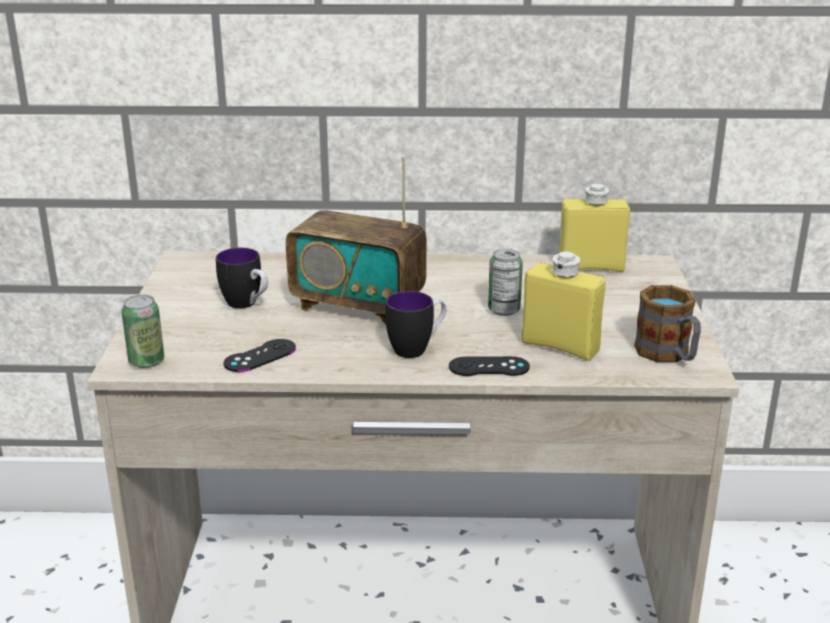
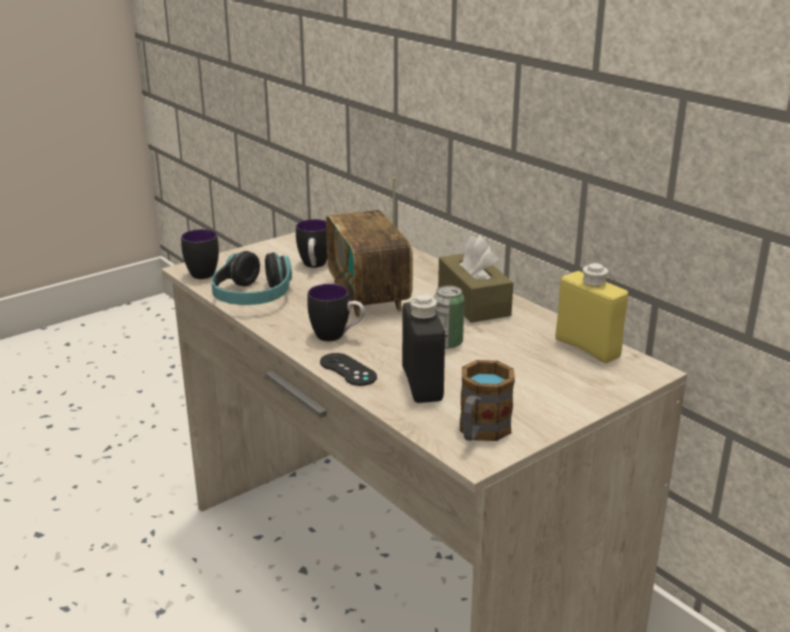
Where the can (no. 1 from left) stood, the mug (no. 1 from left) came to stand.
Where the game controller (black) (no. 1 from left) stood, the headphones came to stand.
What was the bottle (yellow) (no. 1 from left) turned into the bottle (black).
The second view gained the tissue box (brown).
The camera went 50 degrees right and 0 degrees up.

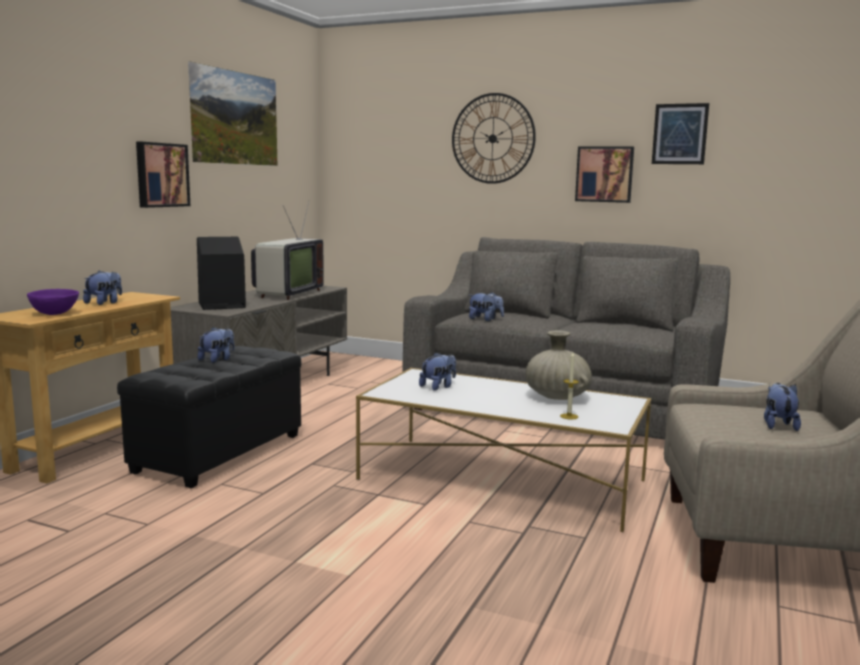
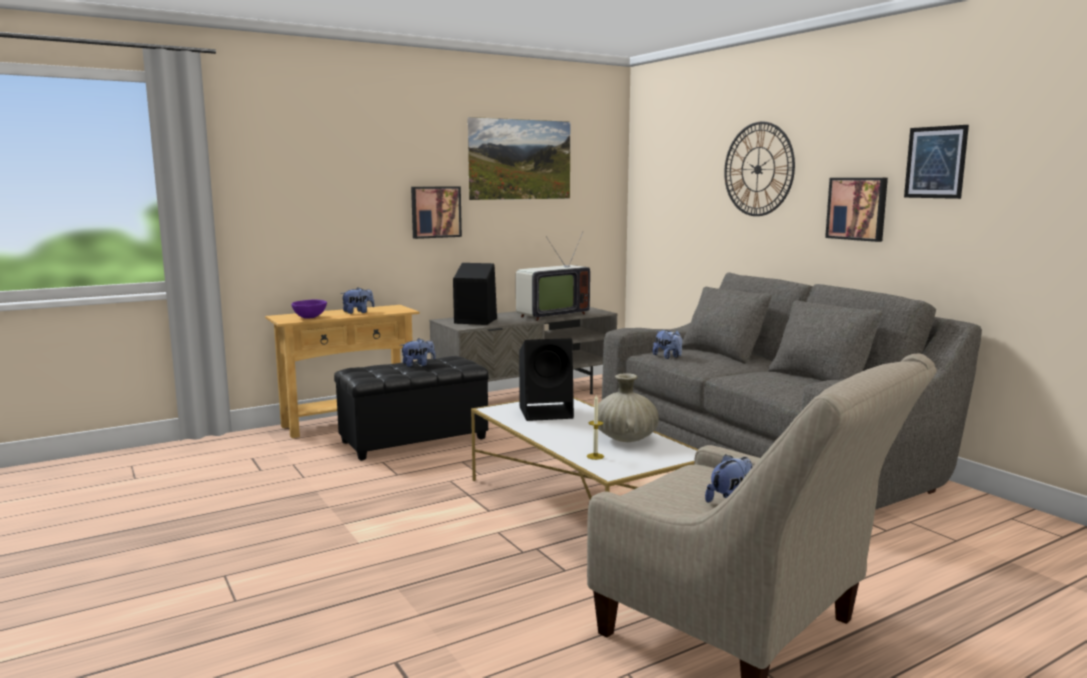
Where the plush toy (no. 3 from left) stood, the speaker (black) (no. 2 from left) came to stand.
The camera went 35 degrees right and 0 degrees up.

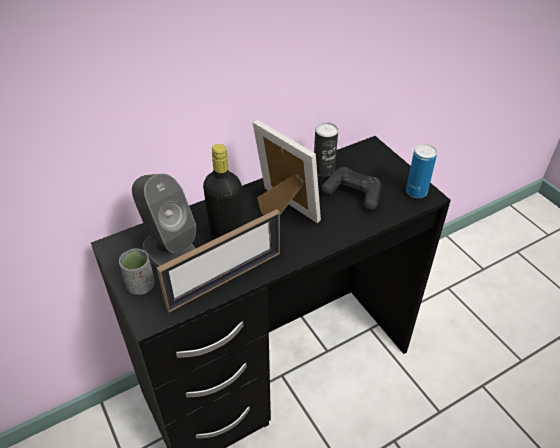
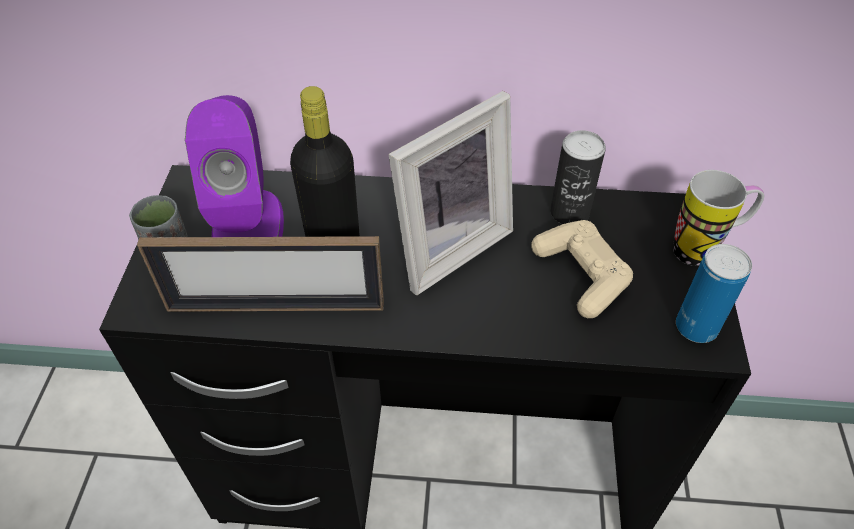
What was the speaker (grey) turned into the speaker (purple).
The picture frame (no. 2 from left) ended up facing another way, 60 degrees clockwise from before.
What was the game controller (black) turned into the game controller (beige).
The second view gained the mug.
The camera went 35 degrees right and 5 degrees up.

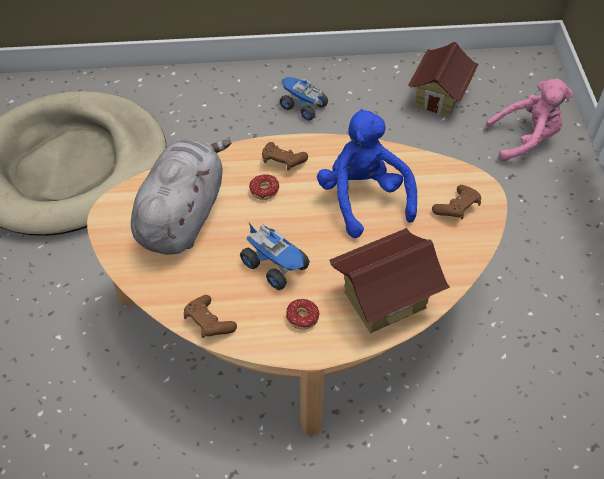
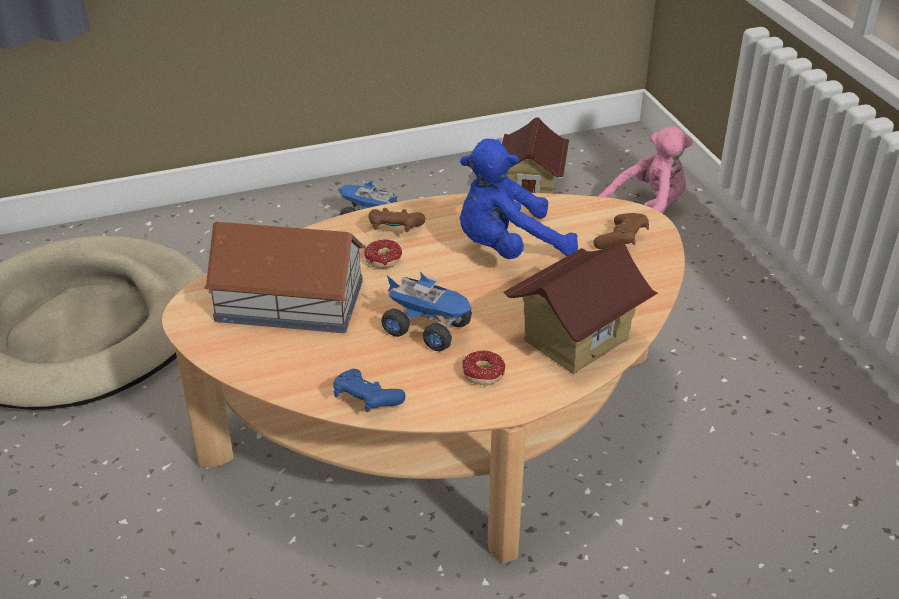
Where the plush toy (grey) stood, the toy house (no. 1 from left) came to stand.
What was the game controller (brown) (no. 1 from left) turned into the game controller (blue).
The plush toy (blue) ended up facing another way, 75 degrees counterclockwise from before.
The camera went 15 degrees left and 15 degrees down.

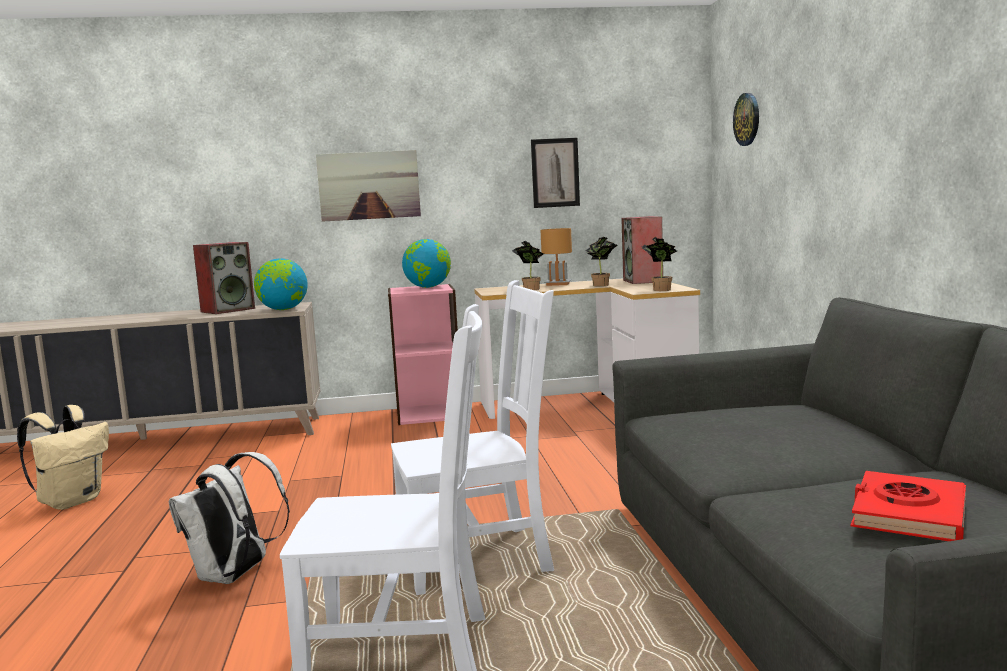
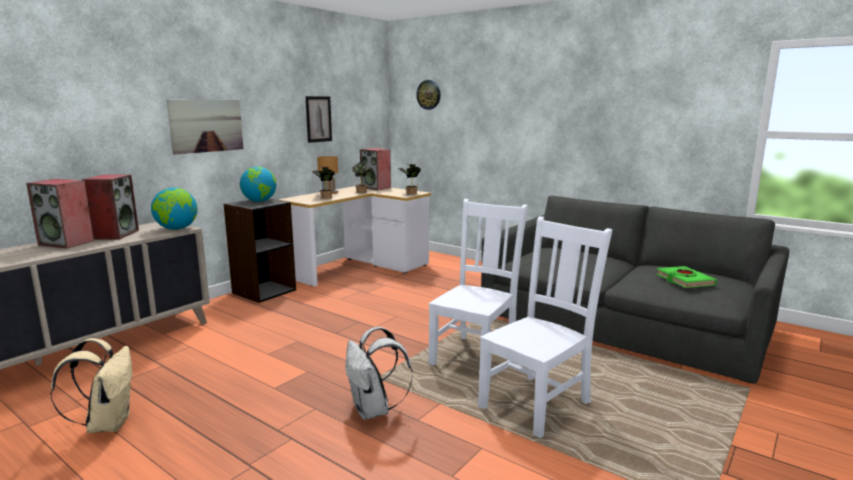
What was the bookcase (pink) turned into the bookcase (black).
What was the book (red) turned into the book (green).
The second view gained the speaker (no. 1 from left).
The camera went 45 degrees left and 5 degrees up.

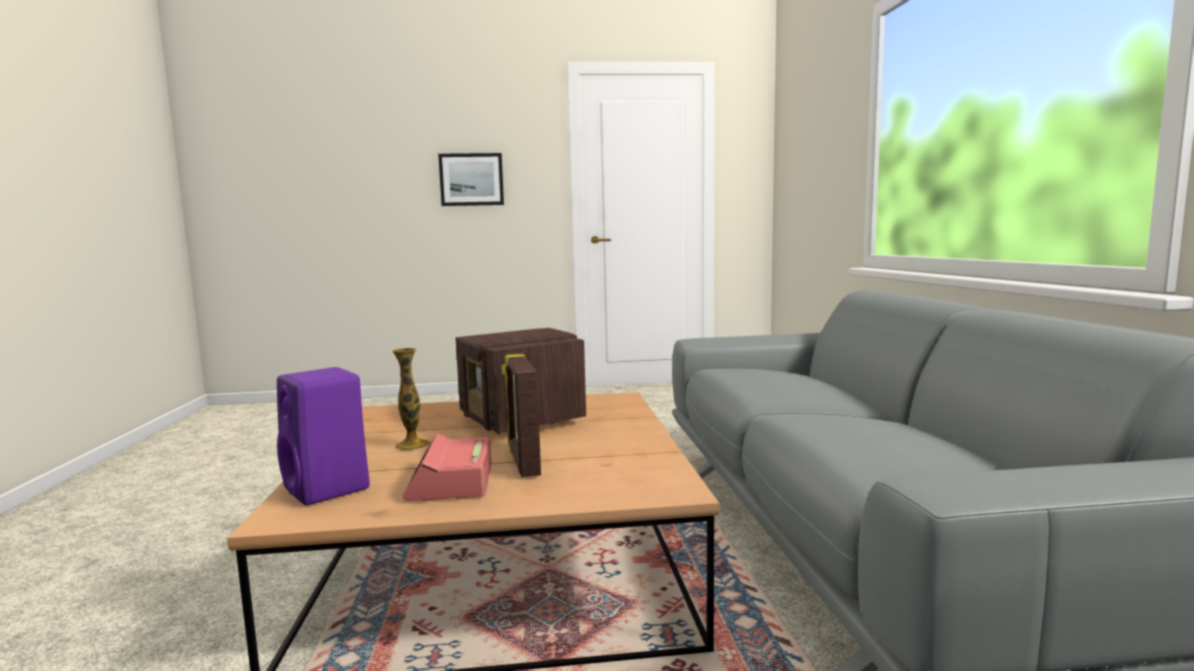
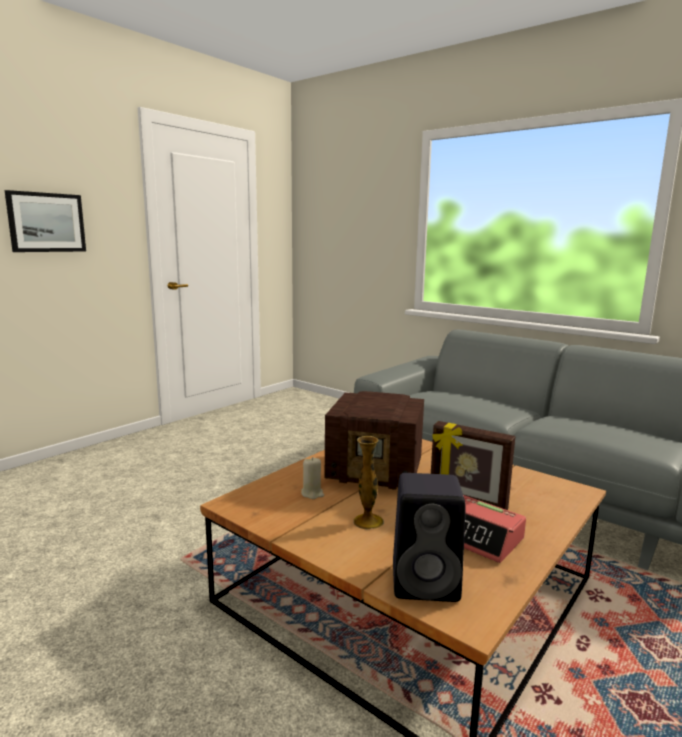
What was the speaker (purple) turned into the speaker (black).
The second view gained the candle (beige).
The camera went 45 degrees left and 5 degrees up.

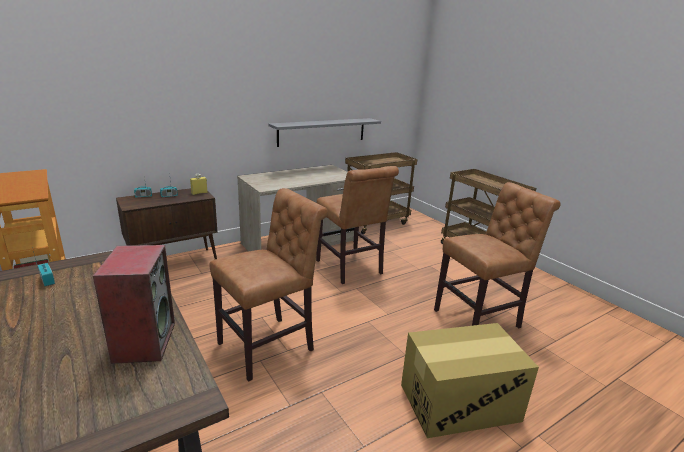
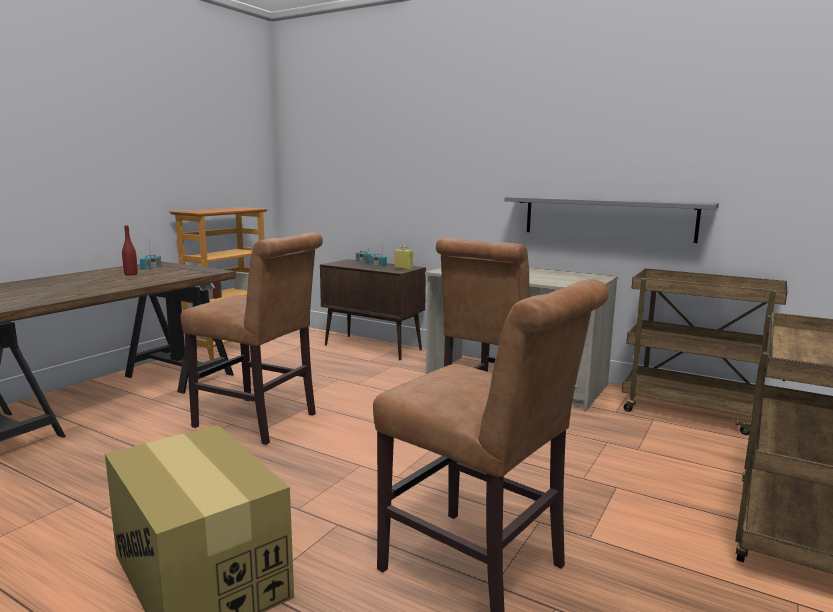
The second view lost the speaker.
The second view gained the bottle (red).
The camera went 65 degrees right and 10 degrees down.

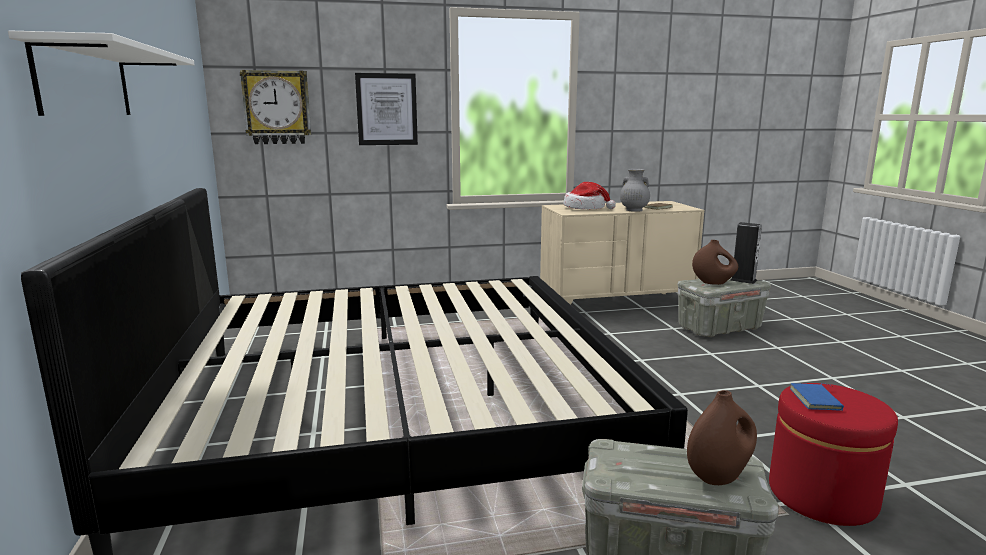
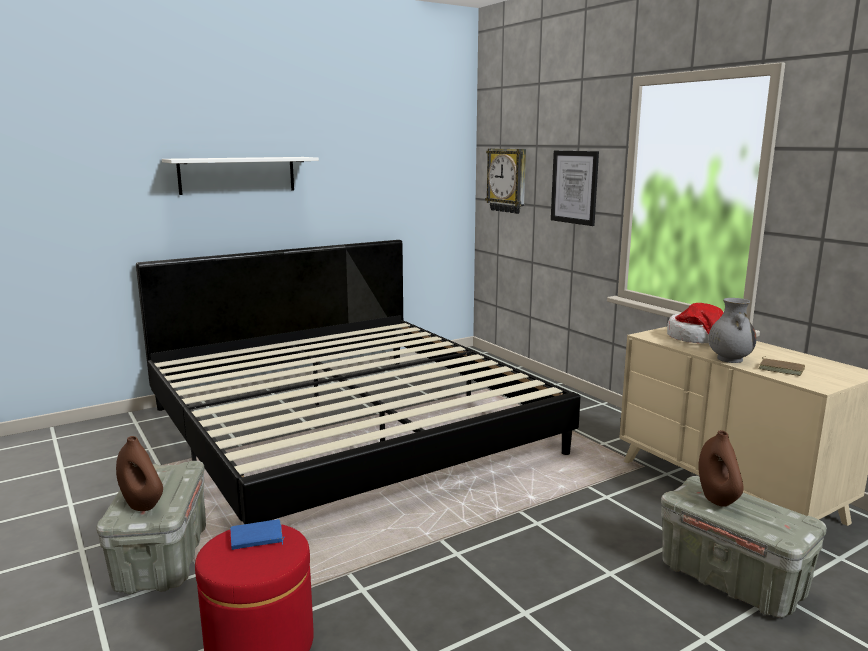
The second view lost the speaker.
The camera went 70 degrees right and 0 degrees up.

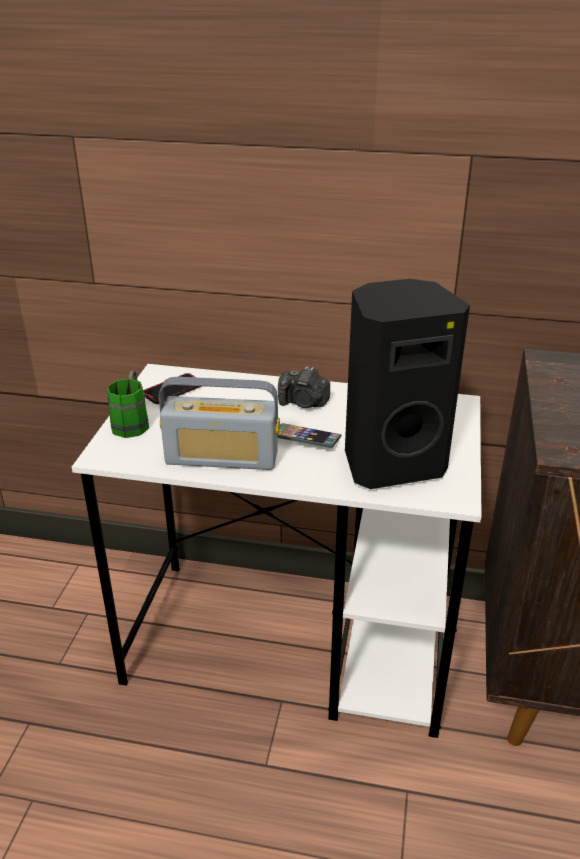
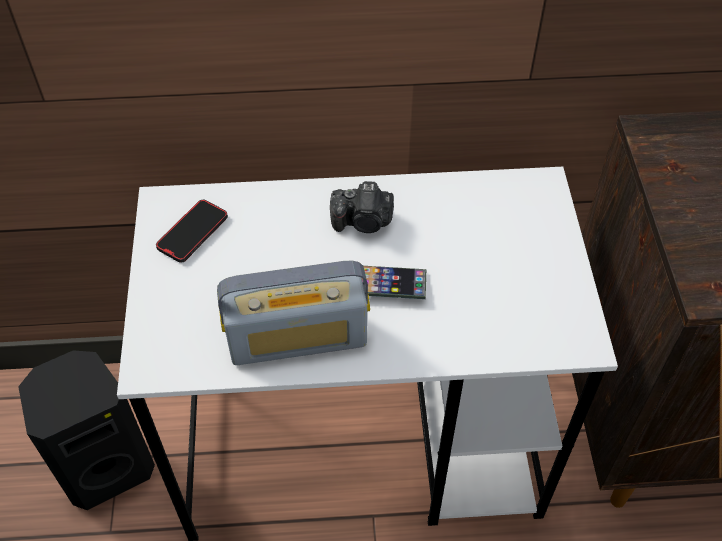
The second view lost the mug (green).
The speaker (black) ended up elsewhere.
The camera went 15 degrees left and 20 degrees up.

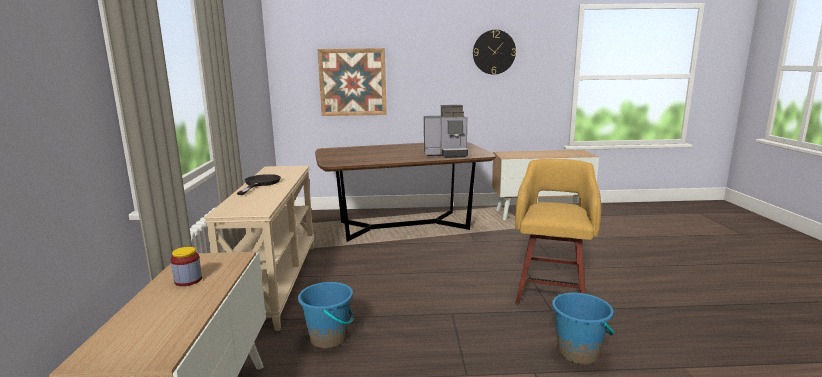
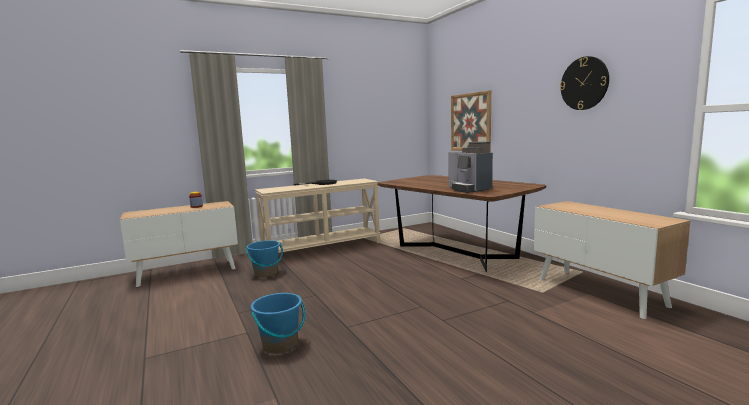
The second view lost the stool (yellow).
The camera went 65 degrees right and 5 degrees down.

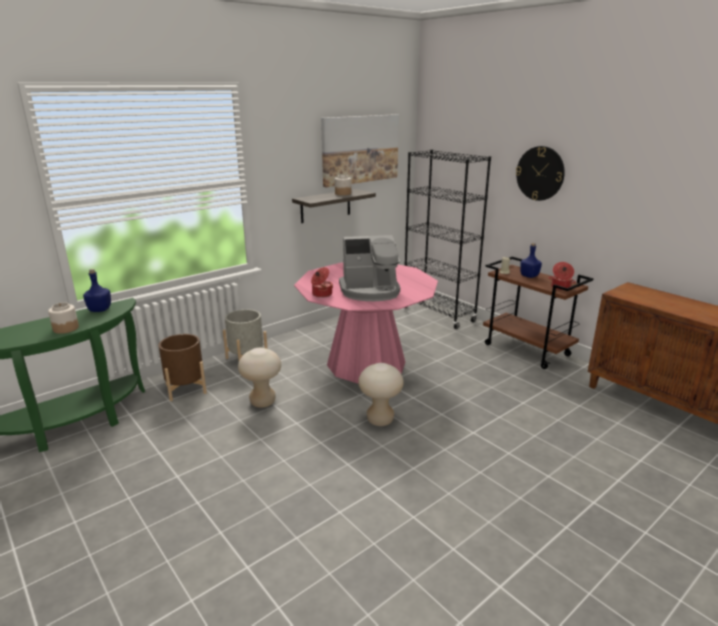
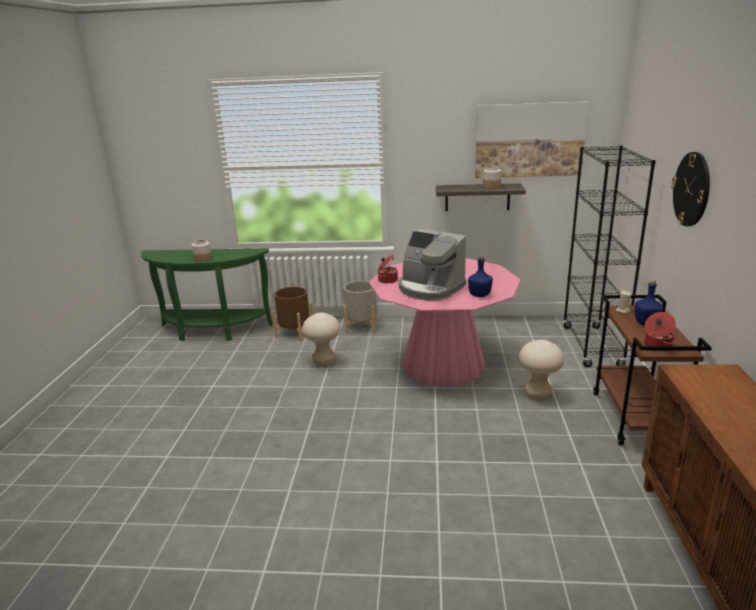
The bottle (blue) (no. 1 from left) ended up elsewhere.
The stool (beige) (no. 2 from left) ended up elsewhere.
The camera went 45 degrees right and 0 degrees up.

